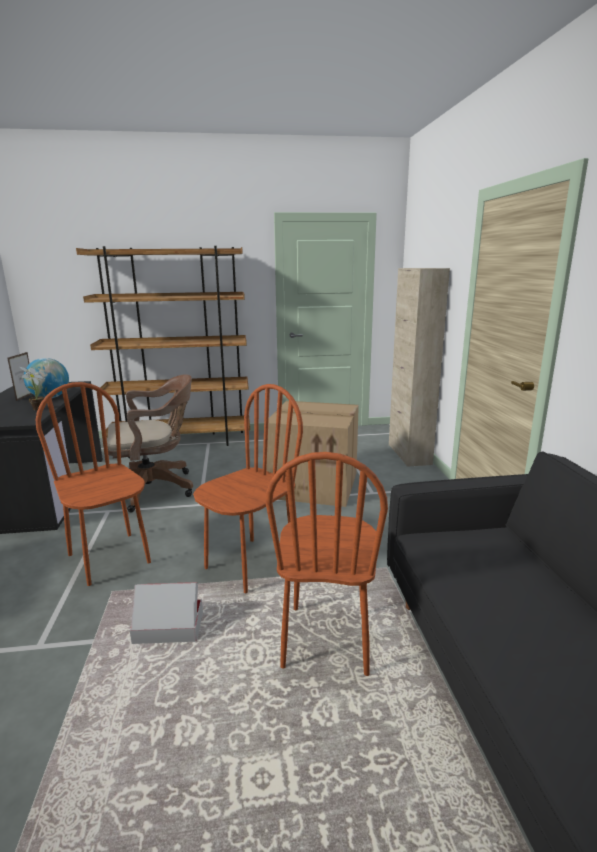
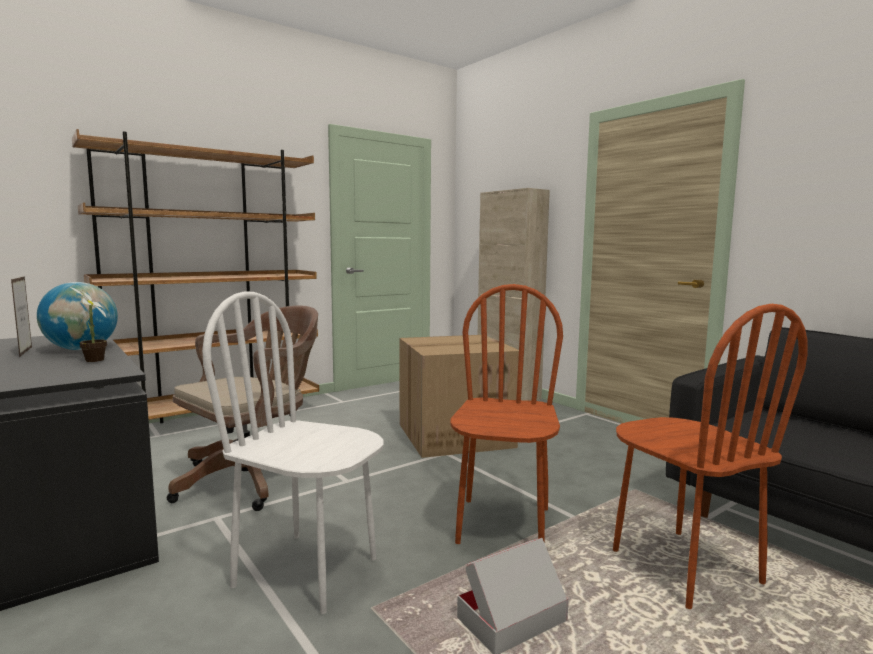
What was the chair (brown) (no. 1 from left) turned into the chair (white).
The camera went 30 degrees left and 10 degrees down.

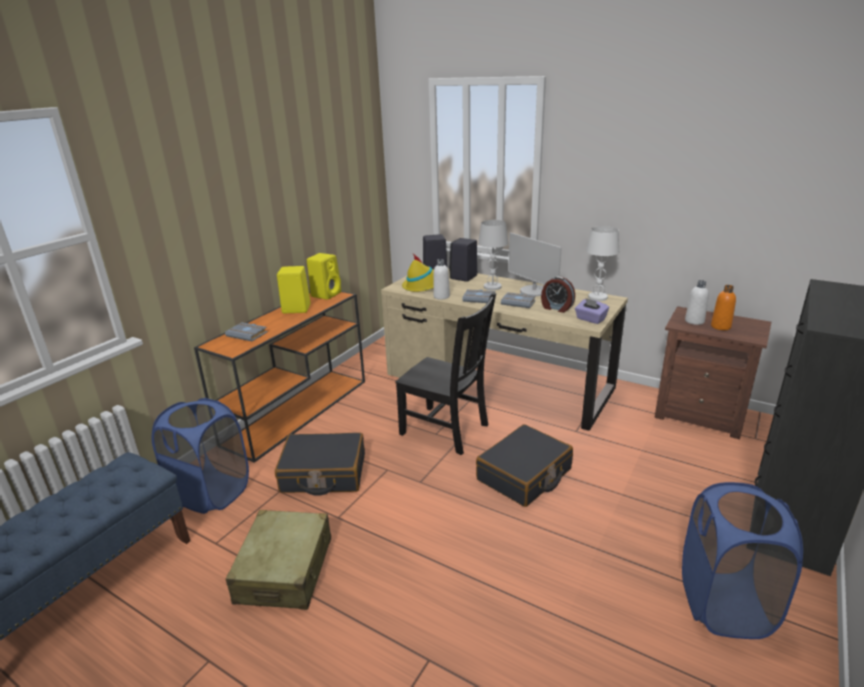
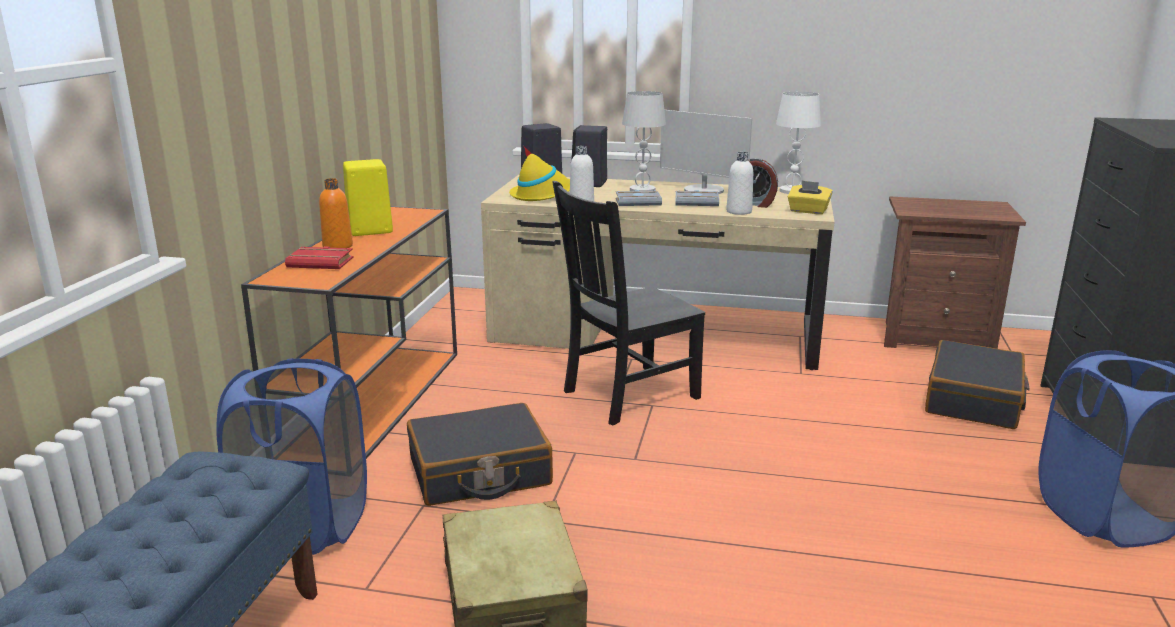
What was the book (grey) (no. 1 from left) turned into the book (red).
The second view lost the speaker (yellow) (no. 2 from left).
The chair (black) ended up facing another way, 135 degrees clockwise from before.
The suitcase (black) (no. 2 from left) ended up elsewhere.
What was the tissue box (purple) turned into the tissue box (yellow).
The bottle (white) (no. 2 from left) ended up elsewhere.
The bottle (orange) ended up elsewhere.
The camera went 20 degrees left and 5 degrees down.

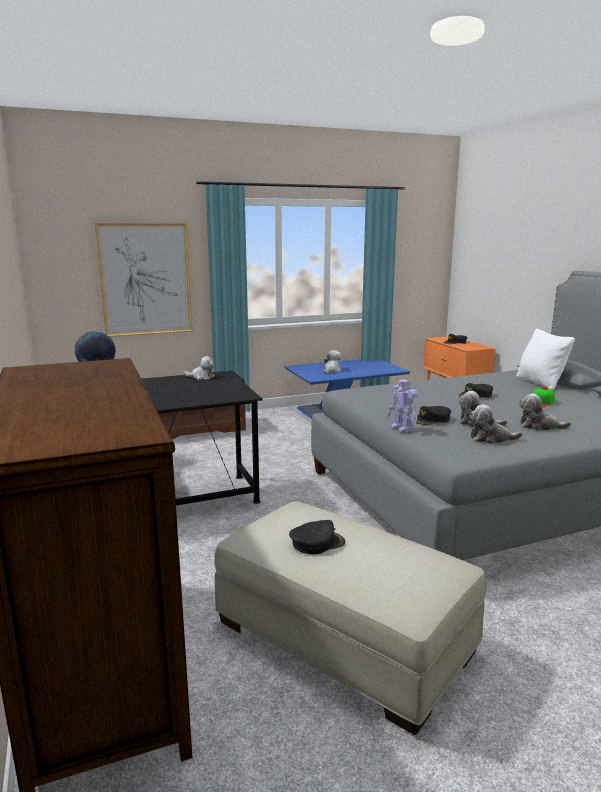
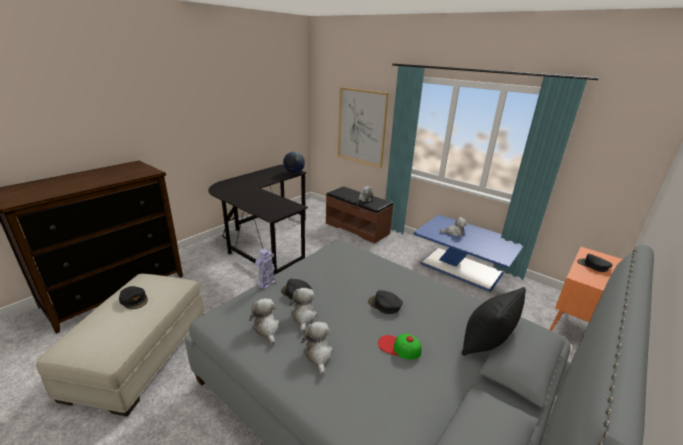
What was the pillow (white) turned into the pillow (black).
The camera went 60 degrees right and 10 degrees up.

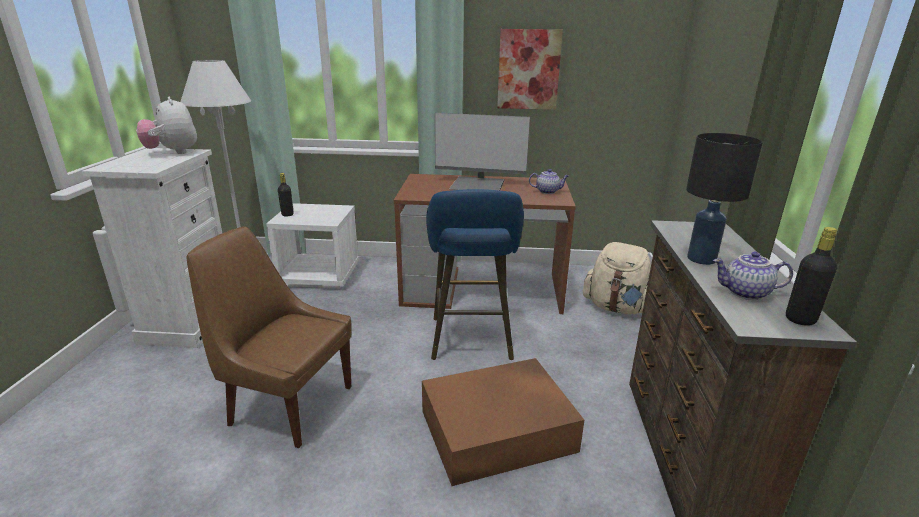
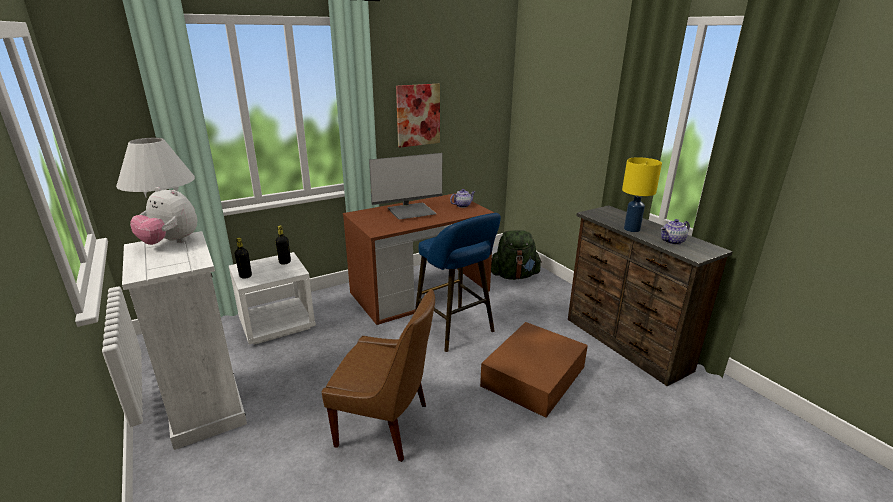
The chair (brown) ended up facing another way, 150 degrees counterclockwise from before.
What was the backpack (beige) turned into the backpack (green).
What was the table lamp (black) turned into the table lamp (yellow).
The bottle (black) (no. 2 from left) ended up elsewhere.
The camera went 35 degrees left and 0 degrees up.

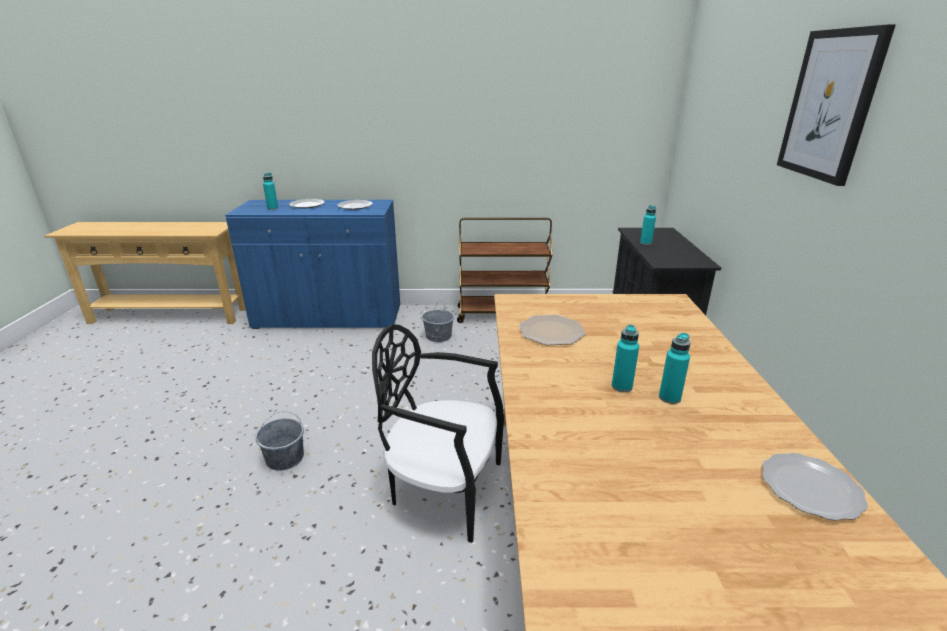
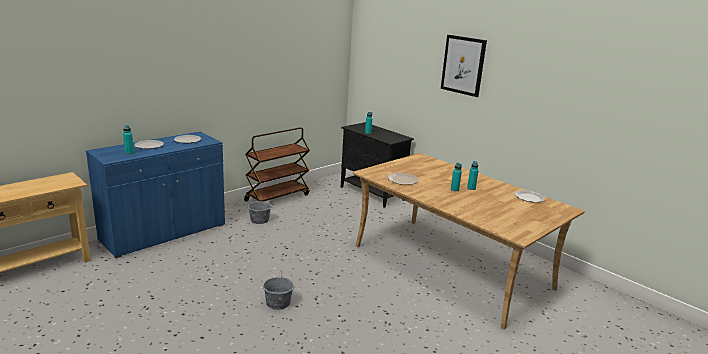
The second view lost the chair (black).
The camera went 45 degrees left and 5 degrees down.

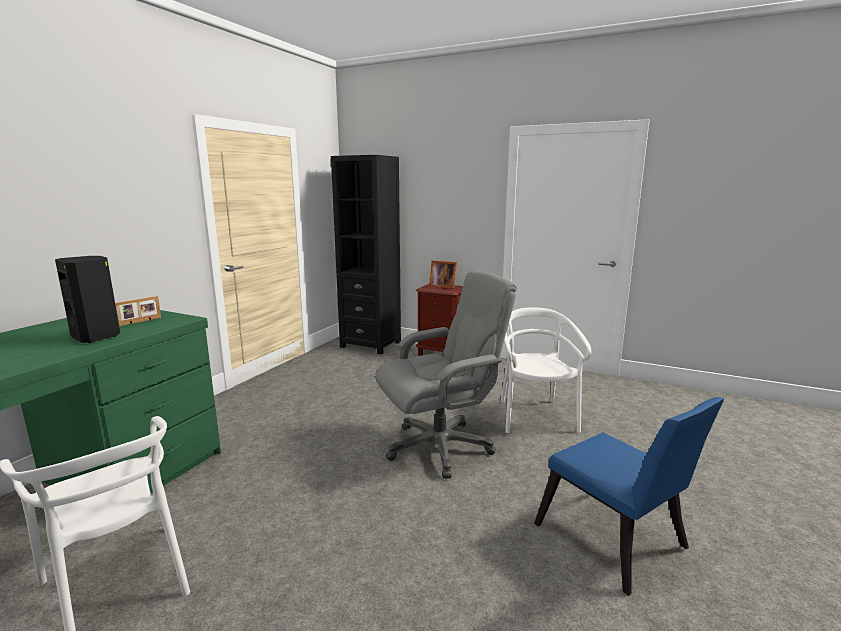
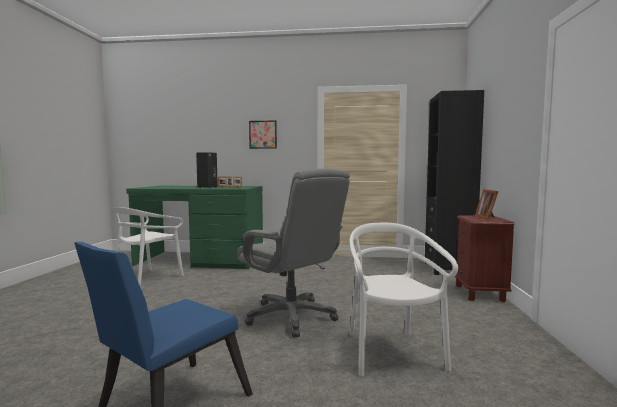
The chair (white) (no. 2 from left) ended up facing another way, 75 degrees counterclockwise from before.
The second view gained the picture.
The camera went 70 degrees right and 10 degrees down.

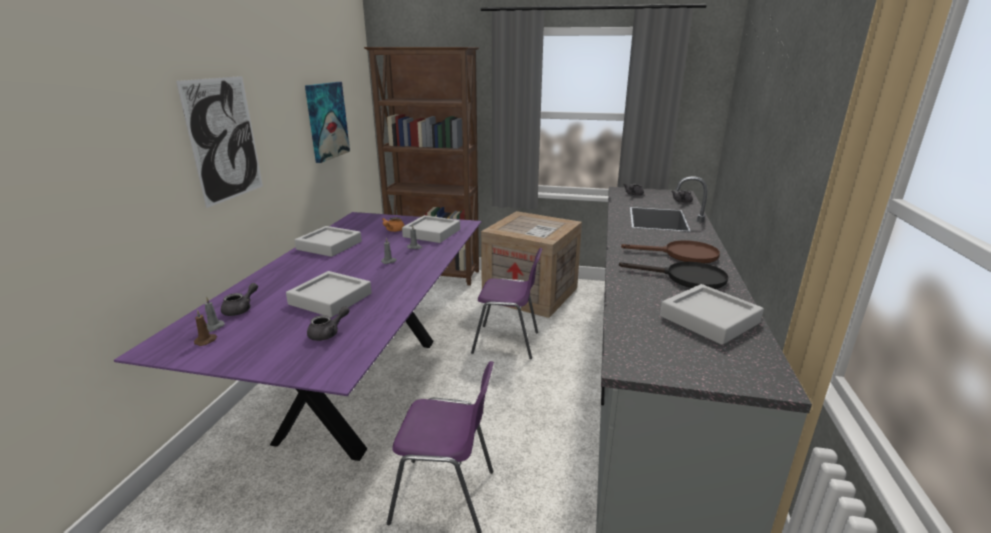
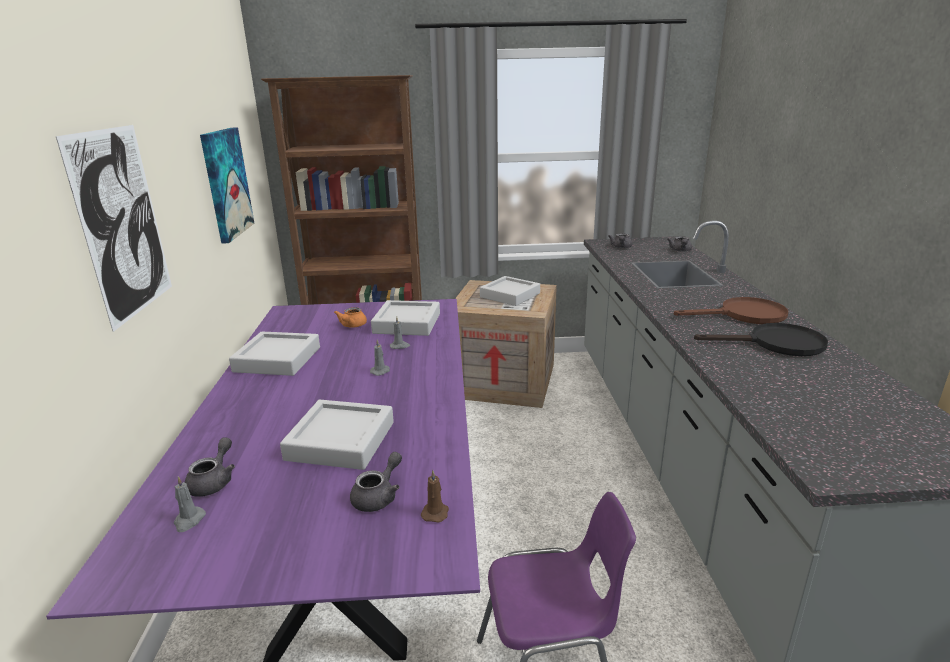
The candle (brown) ended up elsewhere.
The second view lost the chair (purple) (no. 2 from left).
The tray (grey) (no. 4 from left) ended up elsewhere.
The camera went 15 degrees left and 0 degrees up.

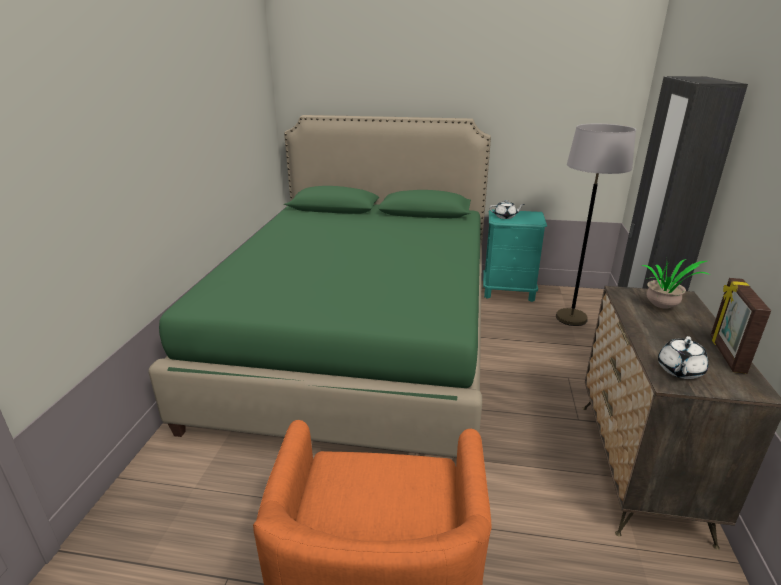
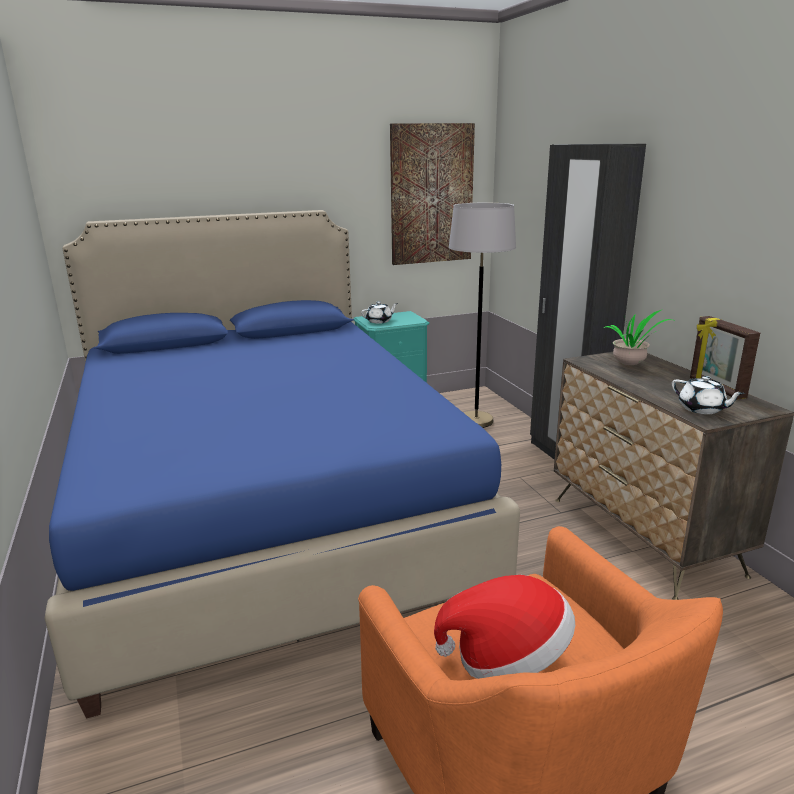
What was the bed (green) turned into the bed (blue).
The teapot (white) (no. 2 from left) ended up facing another way, 45 degrees counterclockwise from before.
The second view gained the picture.
The second view gained the hat.
The camera went 30 degrees left and 5 degrees down.

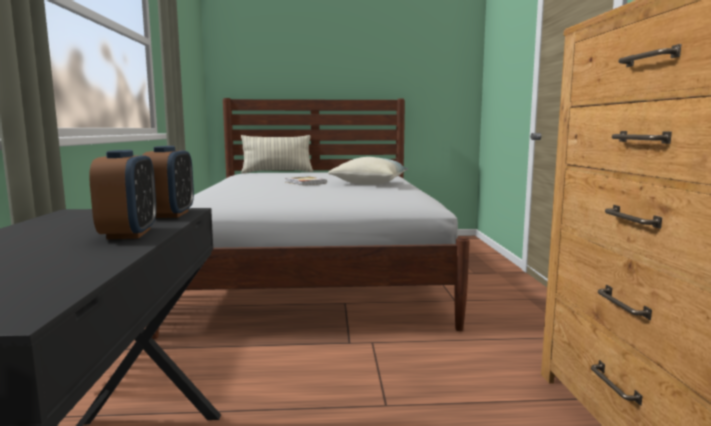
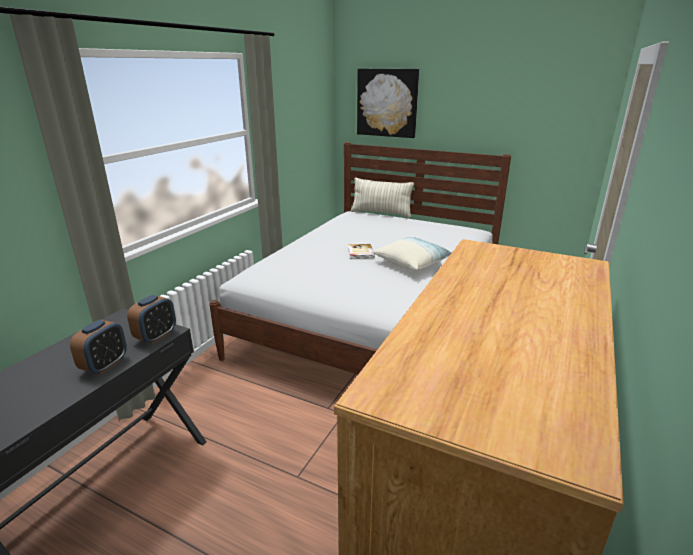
The second view gained the picture.
The camera went 30 degrees right and 15 degrees up.

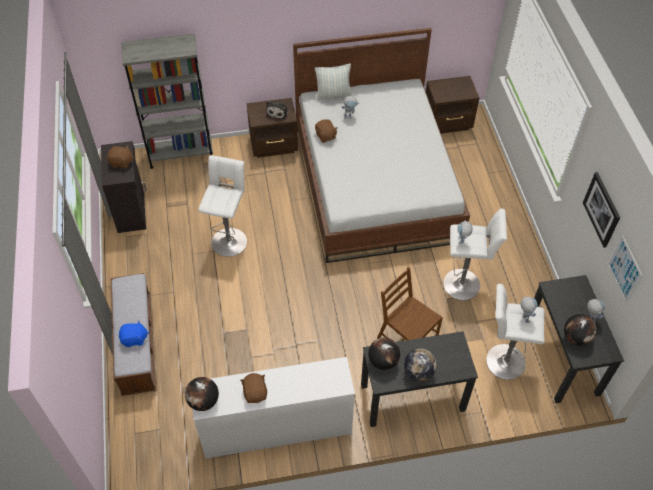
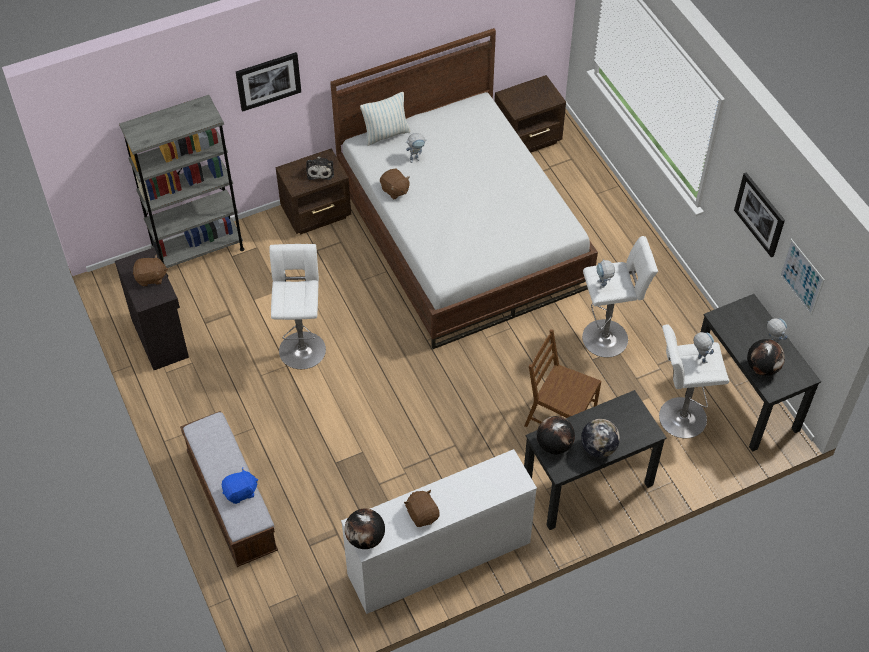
The second view gained the picture (no. 1 from left).
The camera went 15 degrees left and 0 degrees up.

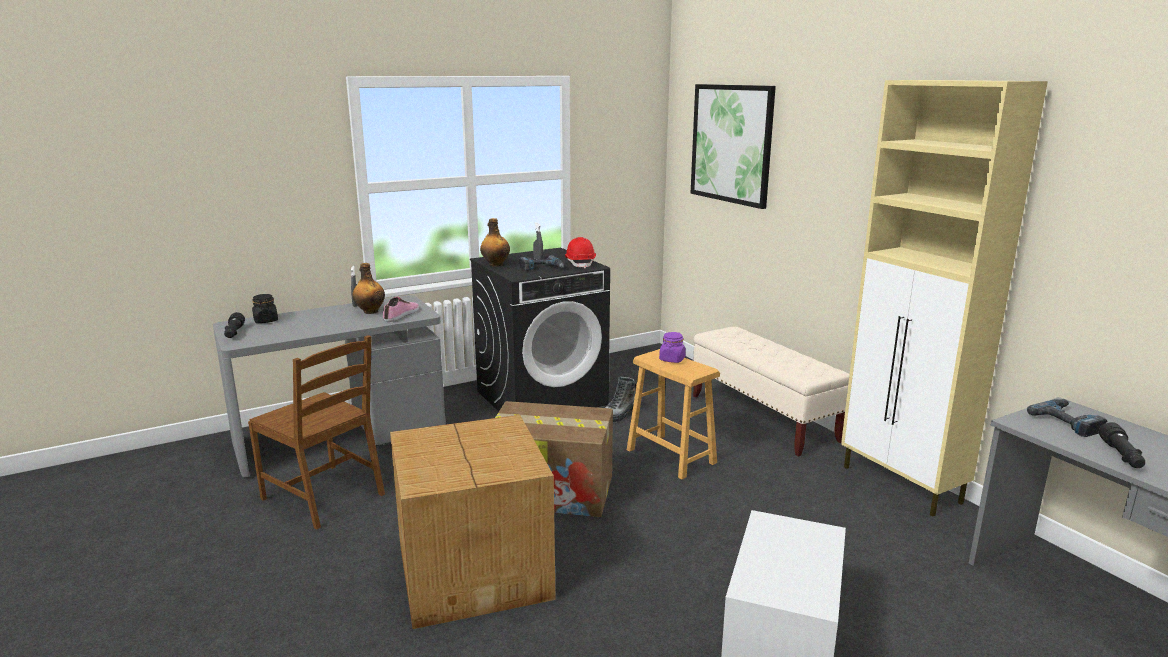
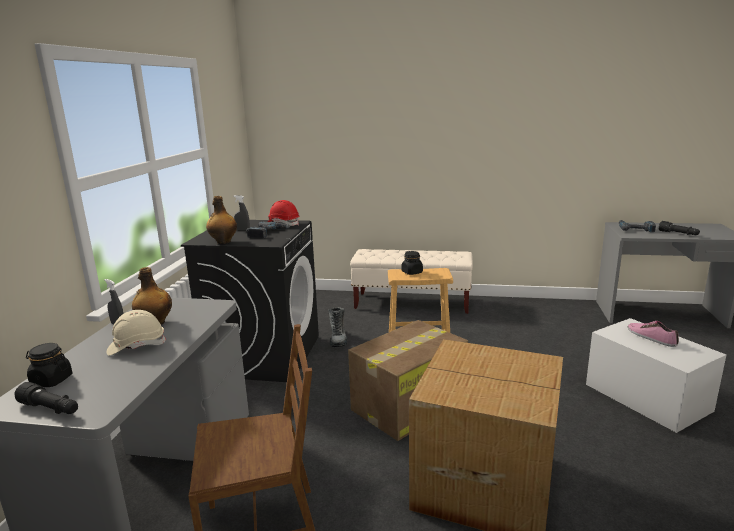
The shoe ended up elsewhere.
What was the jar (purple) turned into the jar (black) (no. 2 from left).
The second view lost the picture.
The second view lost the cabinet (beige).
The second view gained the hard hat (beige).
The camera went 50 degrees left and 0 degrees up.

